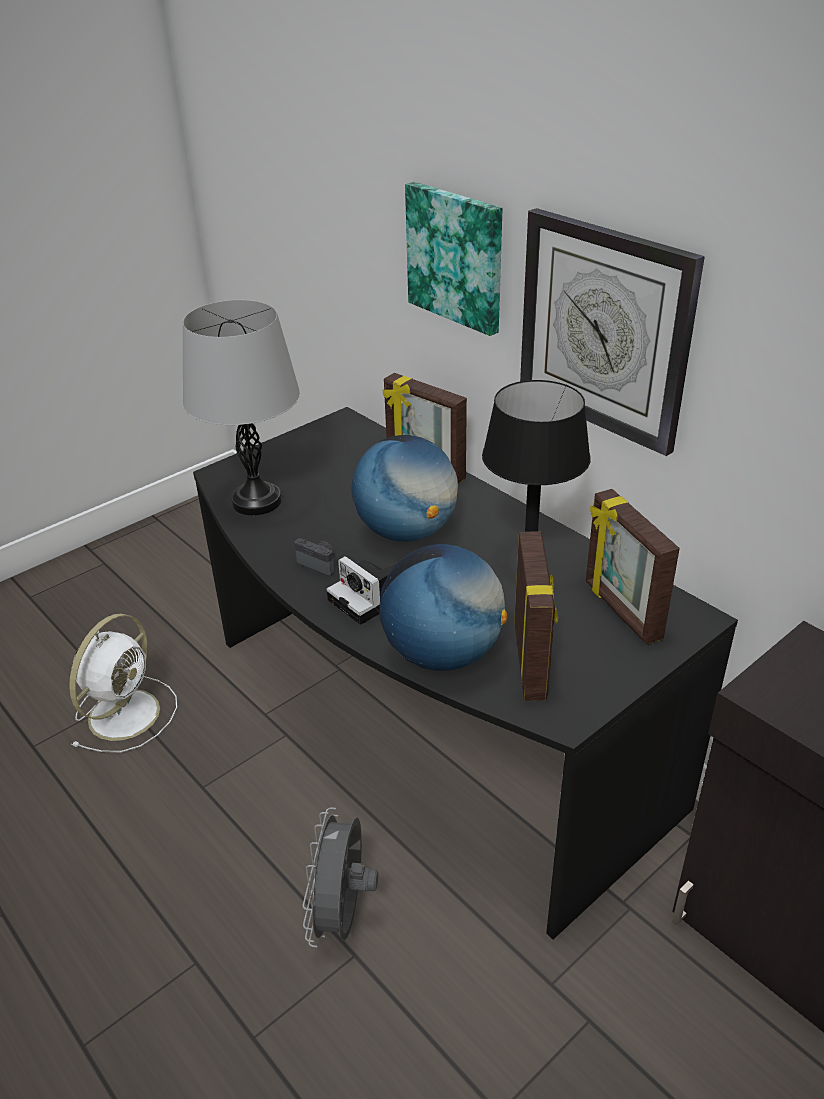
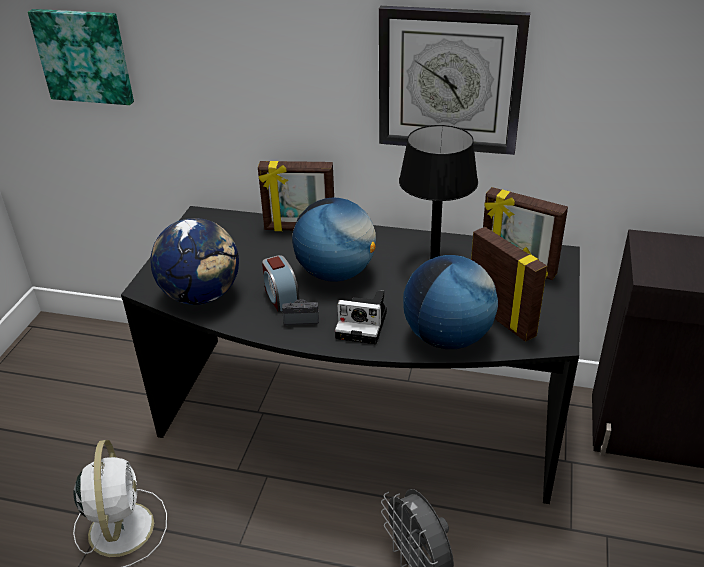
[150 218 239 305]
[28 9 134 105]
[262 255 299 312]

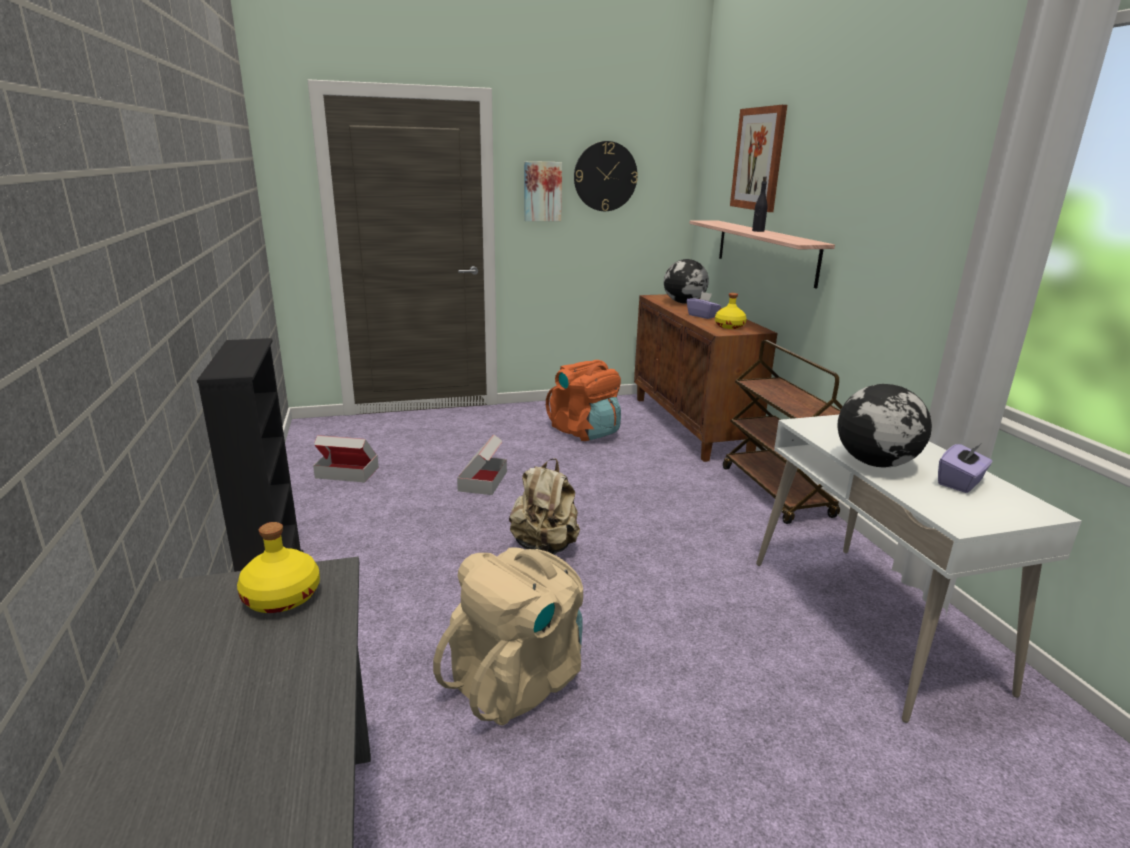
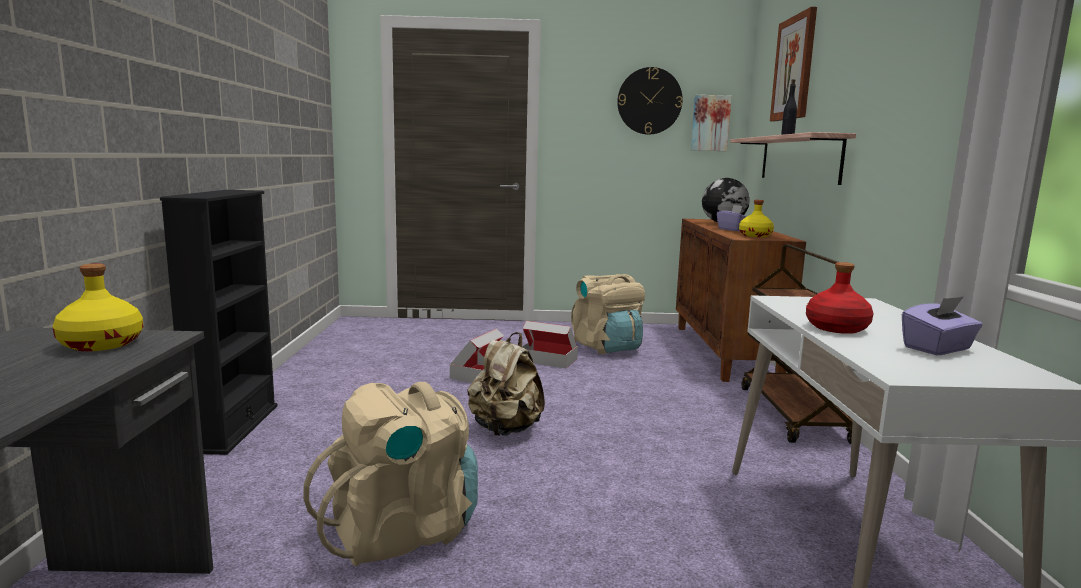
[522 321 578 368]
[691 95 732 151]
[571 274 645 354]
[806 262 874 334]

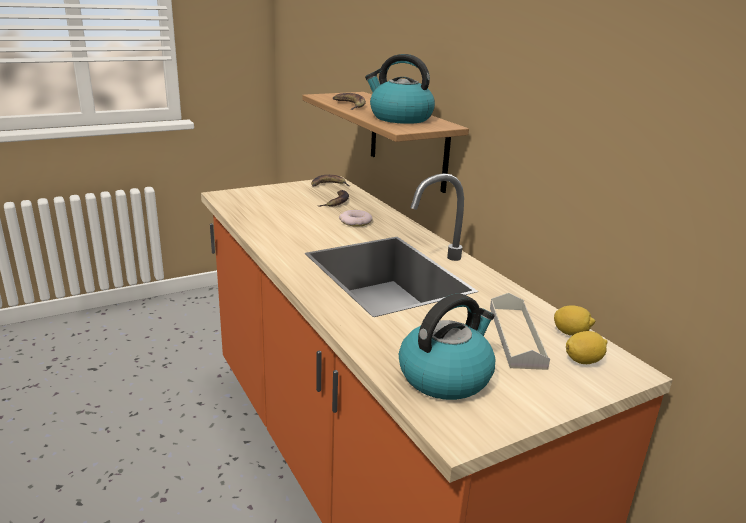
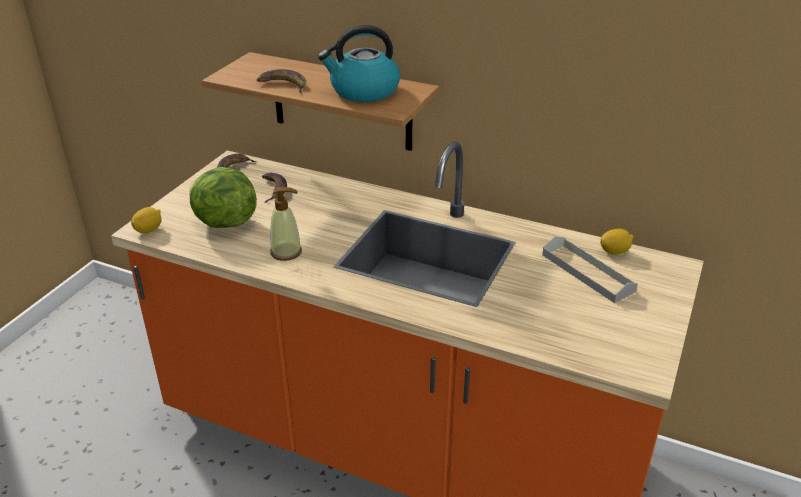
[339 210 372 227] (first image)
[399 294 495 400] (first image)
[131 207 162 233]
[189 167 257 228]
[270 187 302 261]

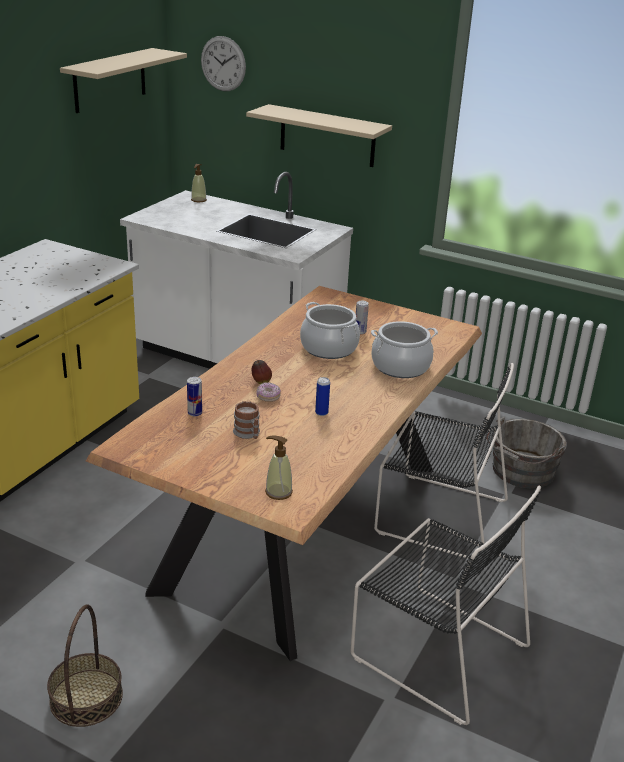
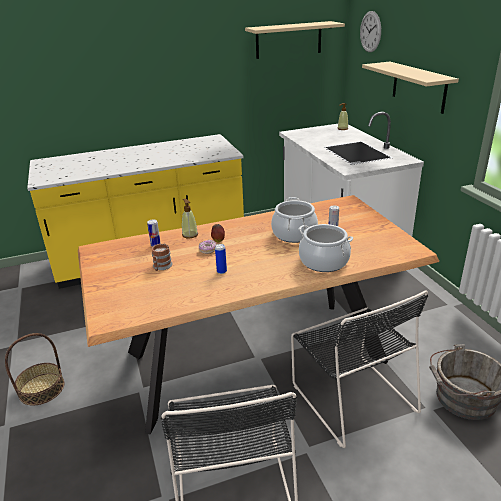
[182 199 198 238]

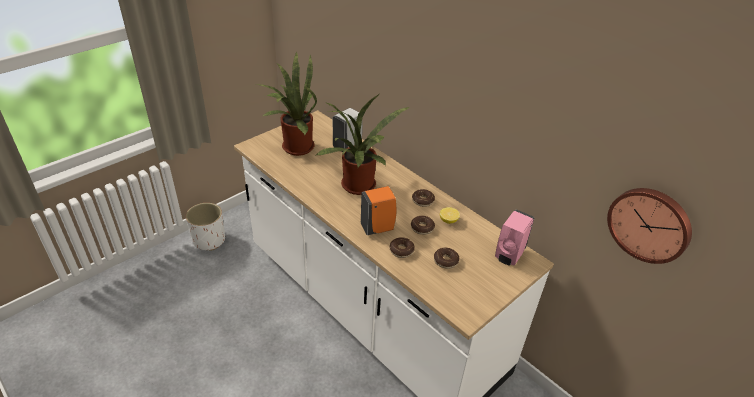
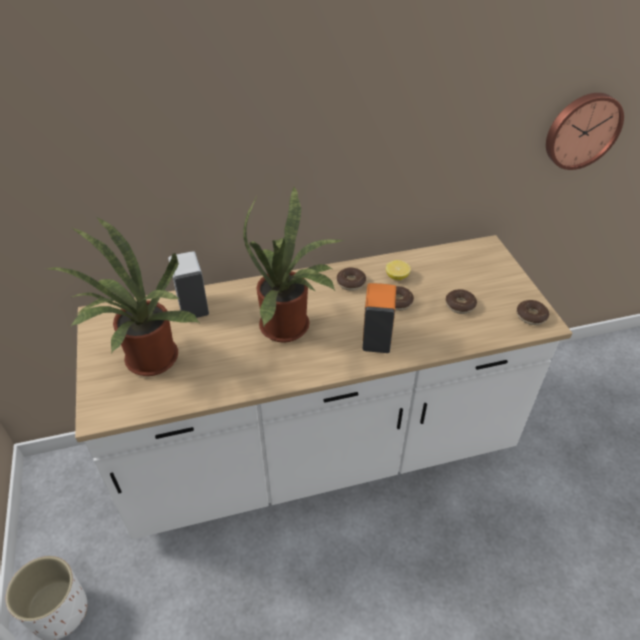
[517 300 549 325]
[495 210 535 266] (first image)

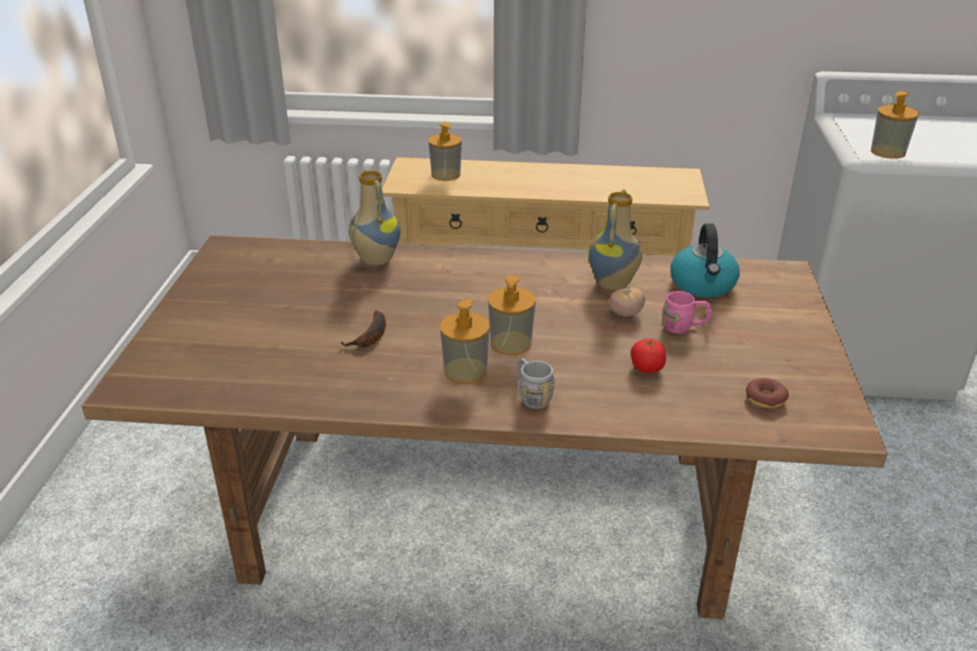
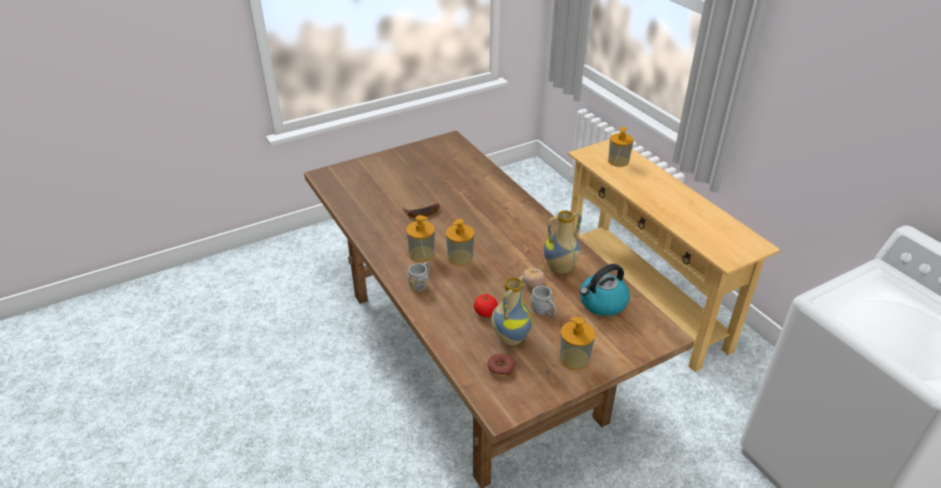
[491 275 533 346]
[530 286 556 317]
[560 317 595 370]

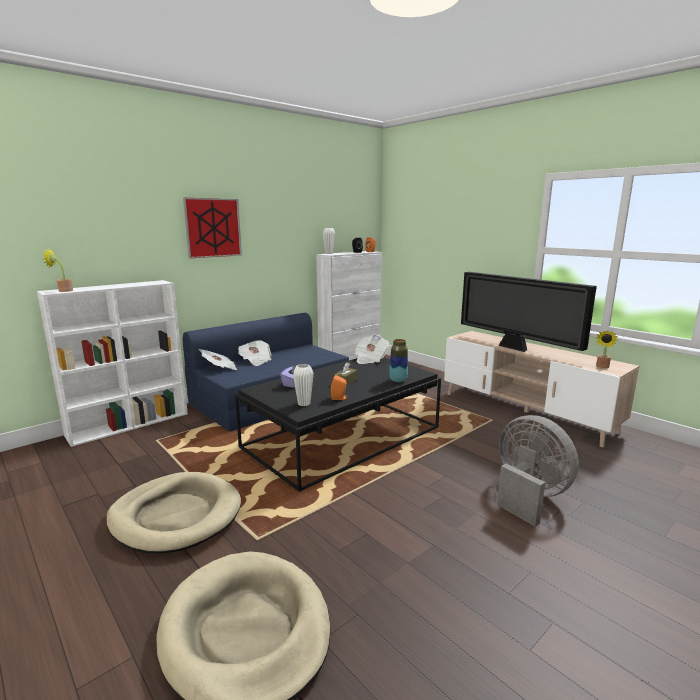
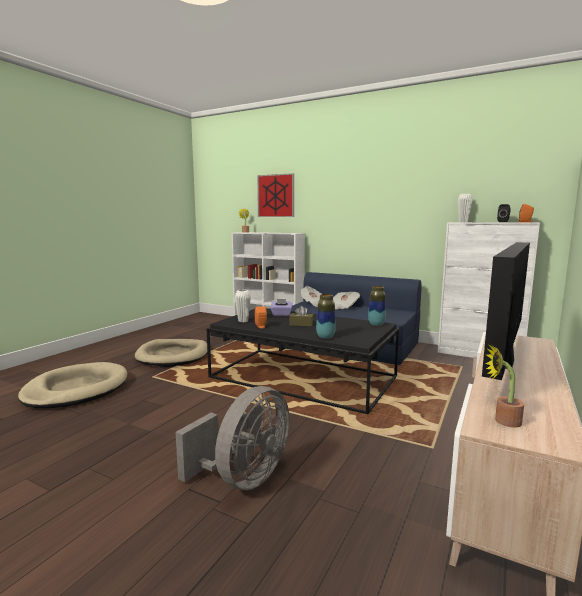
[257 173 294 217]
[368 286 386 326]

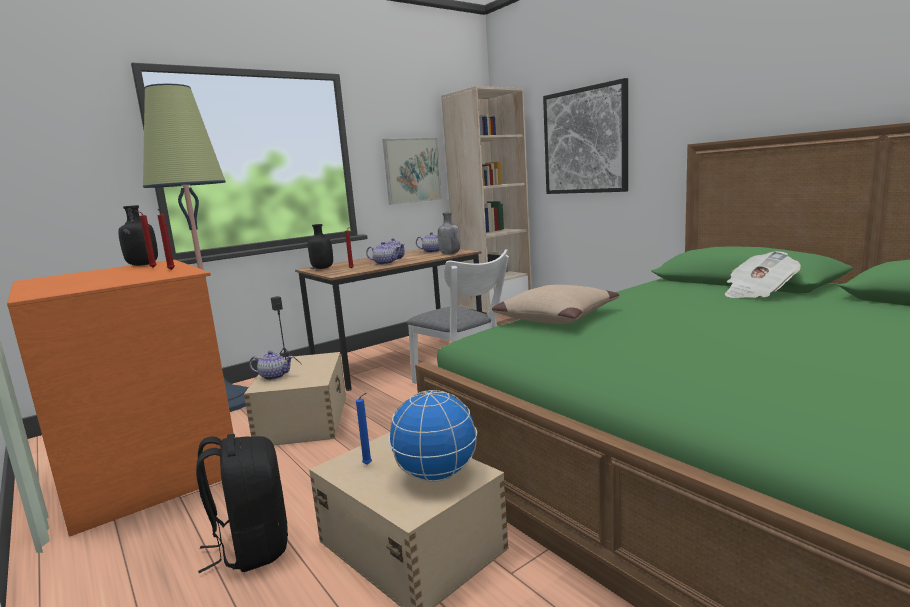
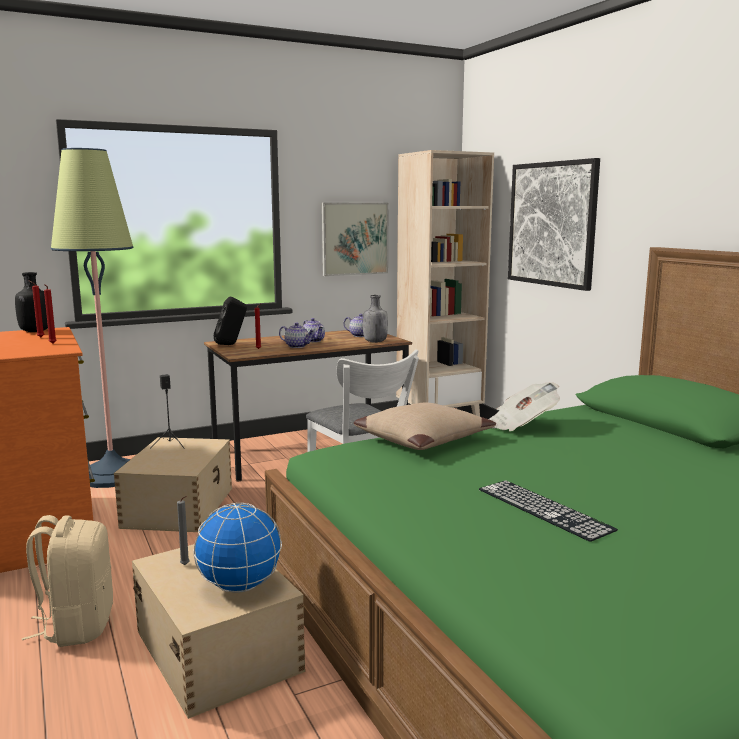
[22 515 113 647]
[249 351 293 380] (first image)
[213 297 247 345]
[177 496 190 565]
[489 382 560 431]
[479 480 618 542]

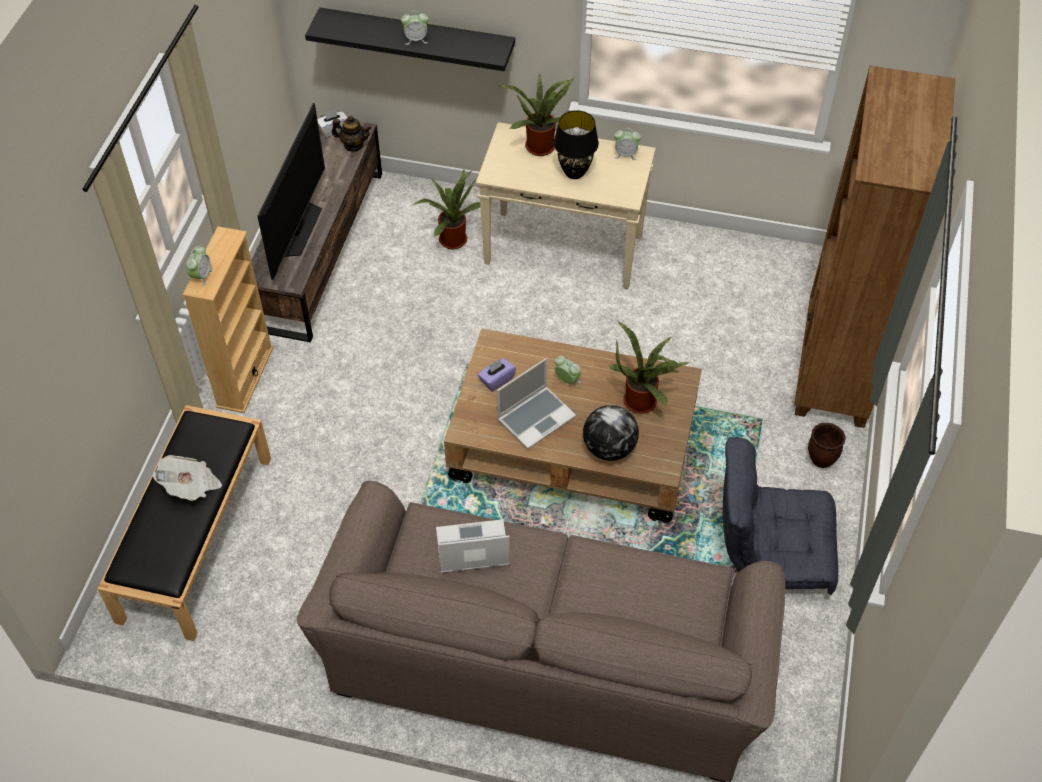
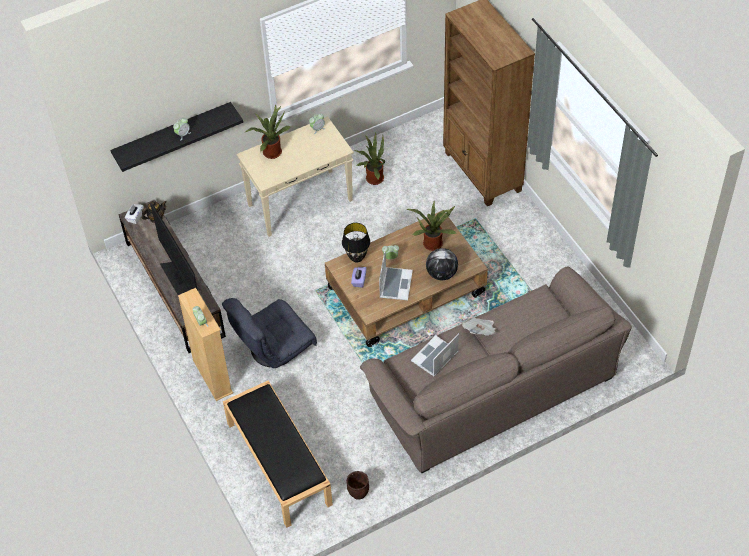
[462 317 496 336]
[353 132 385 185]
[342 223 370 262]
[222 298 317 368]
[346 471 369 500]

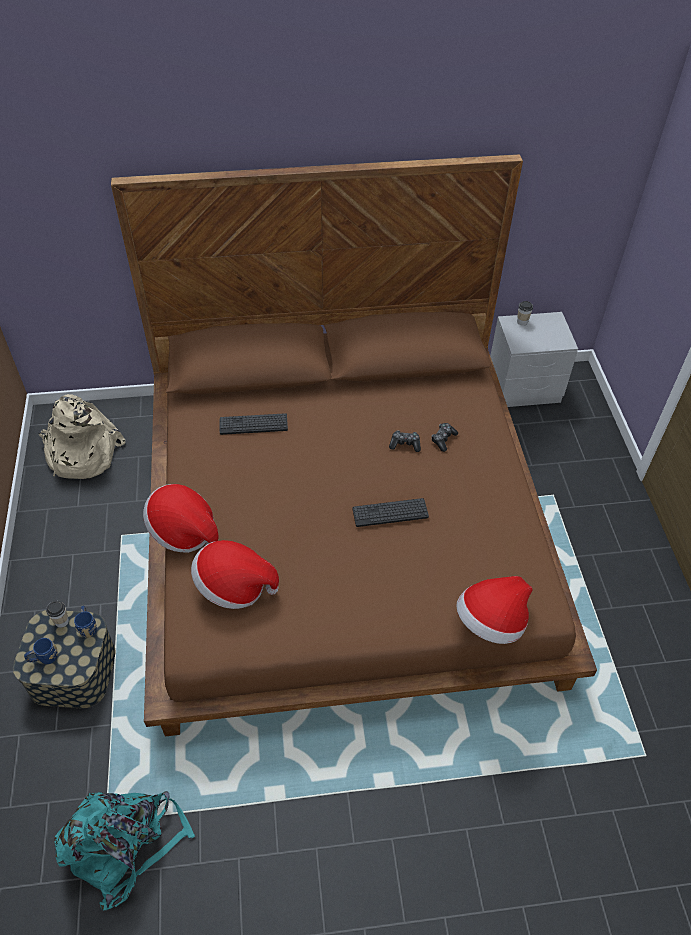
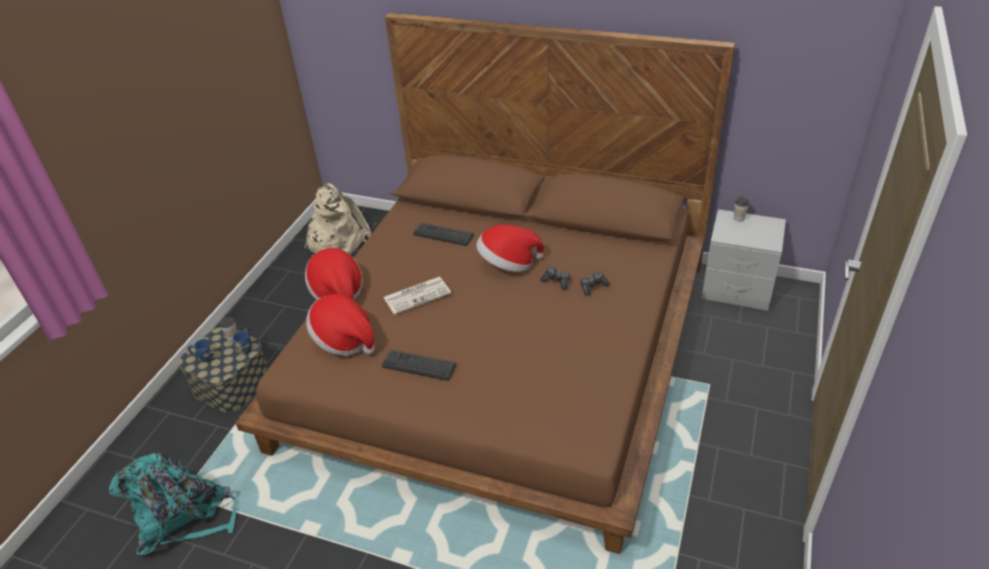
[382 350 456 381]
[476 225 544 272]
[383 277 451 315]

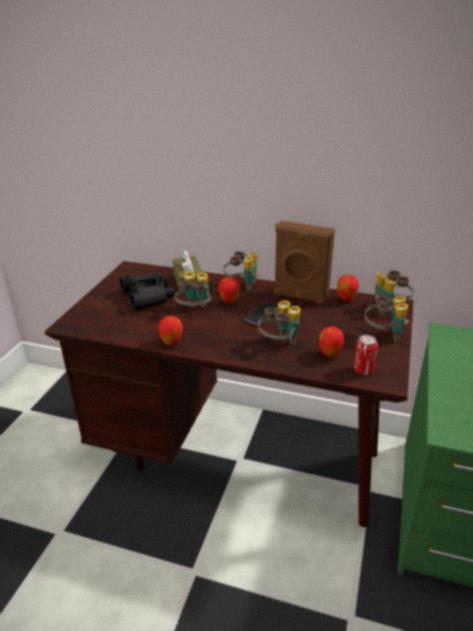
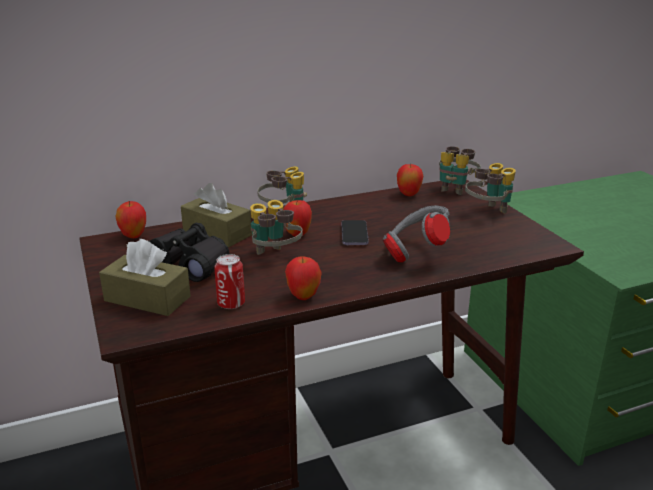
[383 205 450 263]
[274 221 335 305] (first image)
[115 201 146 238]
[214 254 245 309]
[99 239 191 316]

